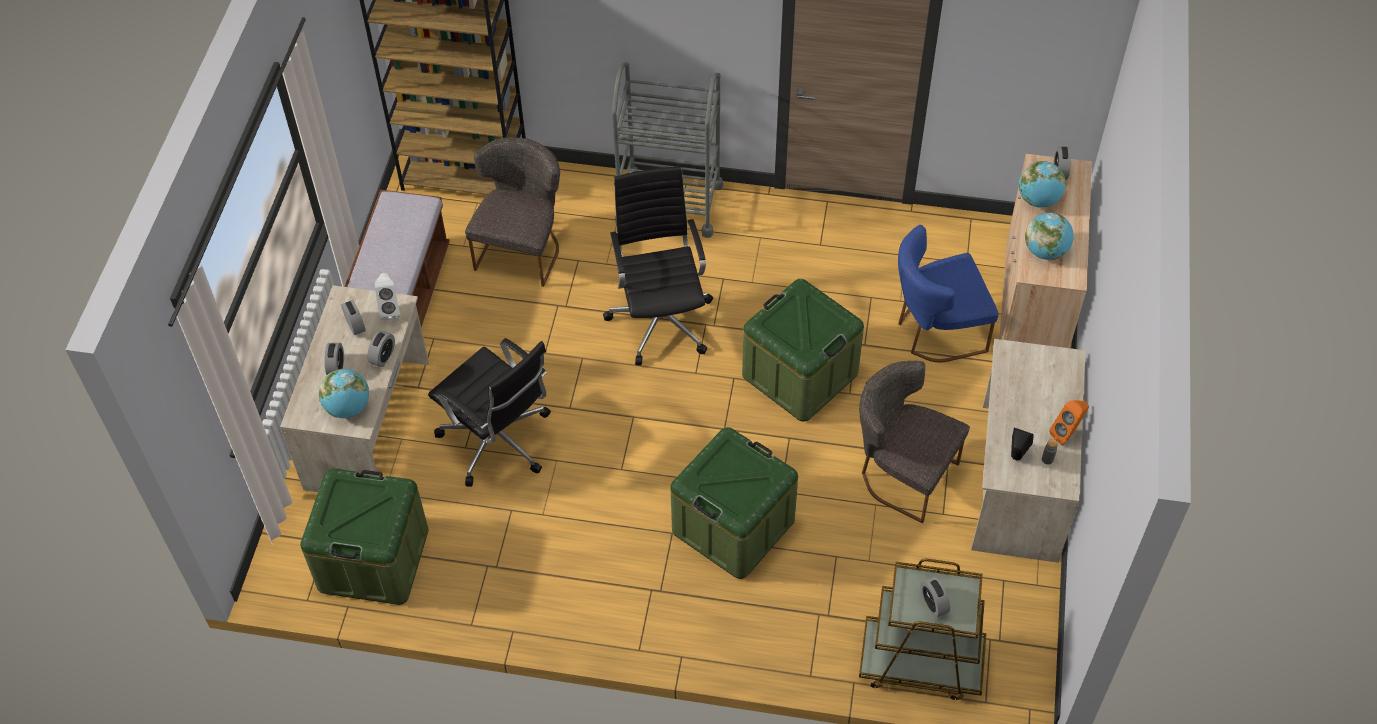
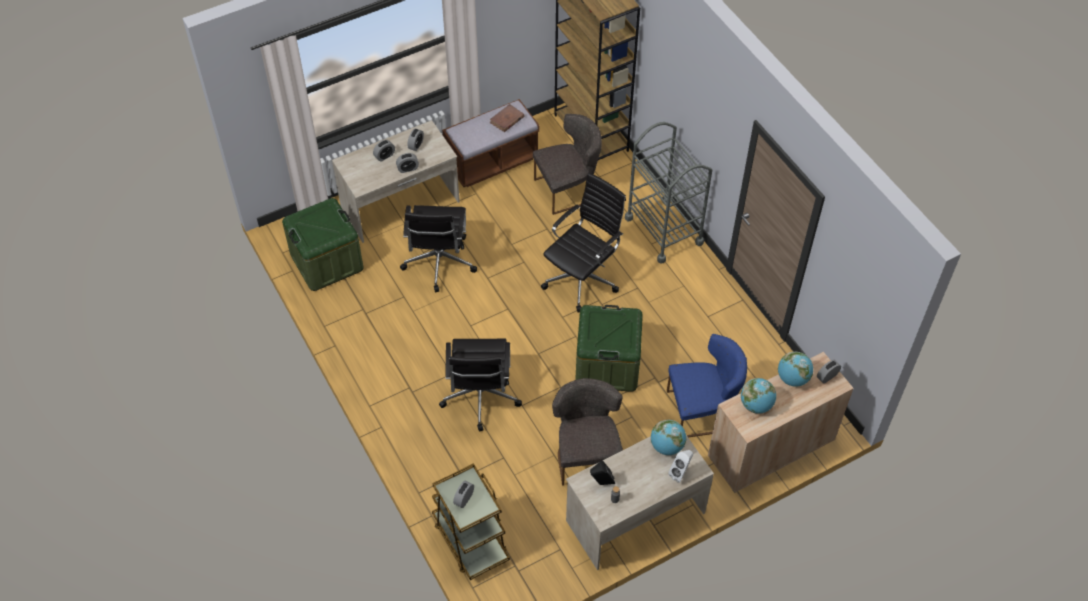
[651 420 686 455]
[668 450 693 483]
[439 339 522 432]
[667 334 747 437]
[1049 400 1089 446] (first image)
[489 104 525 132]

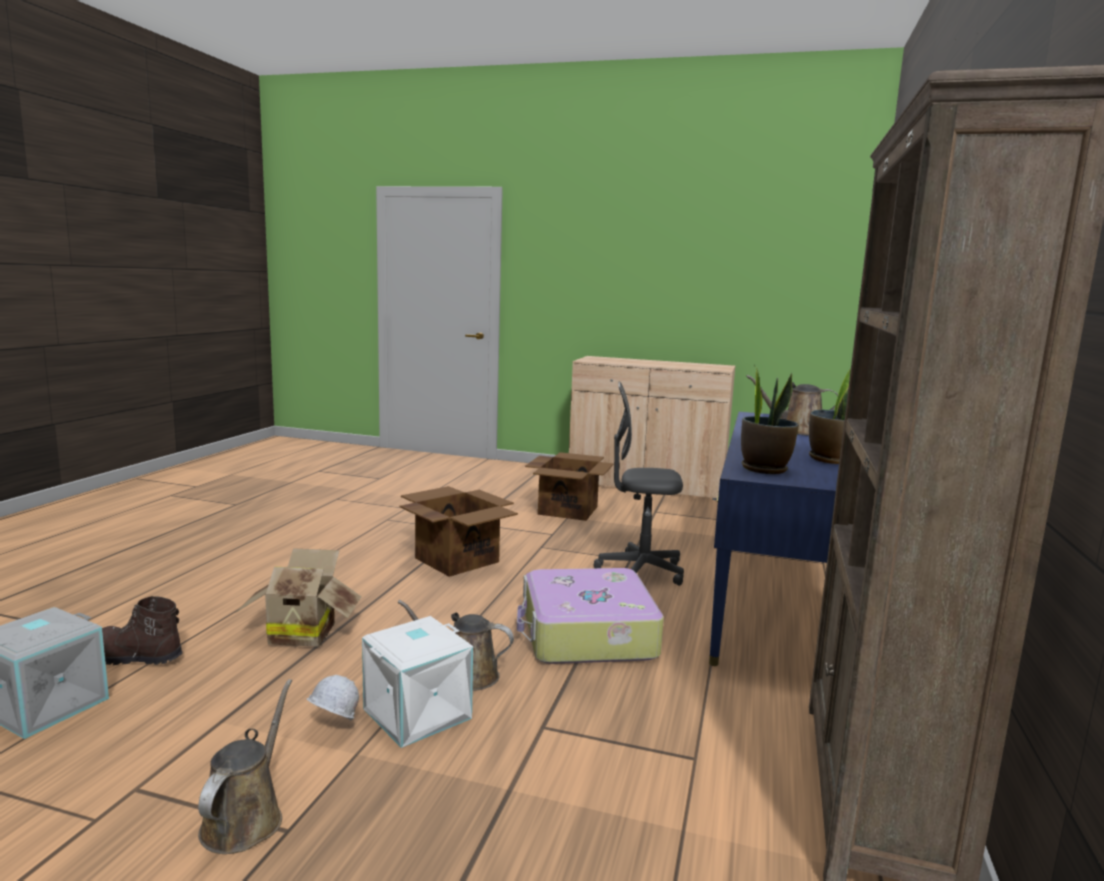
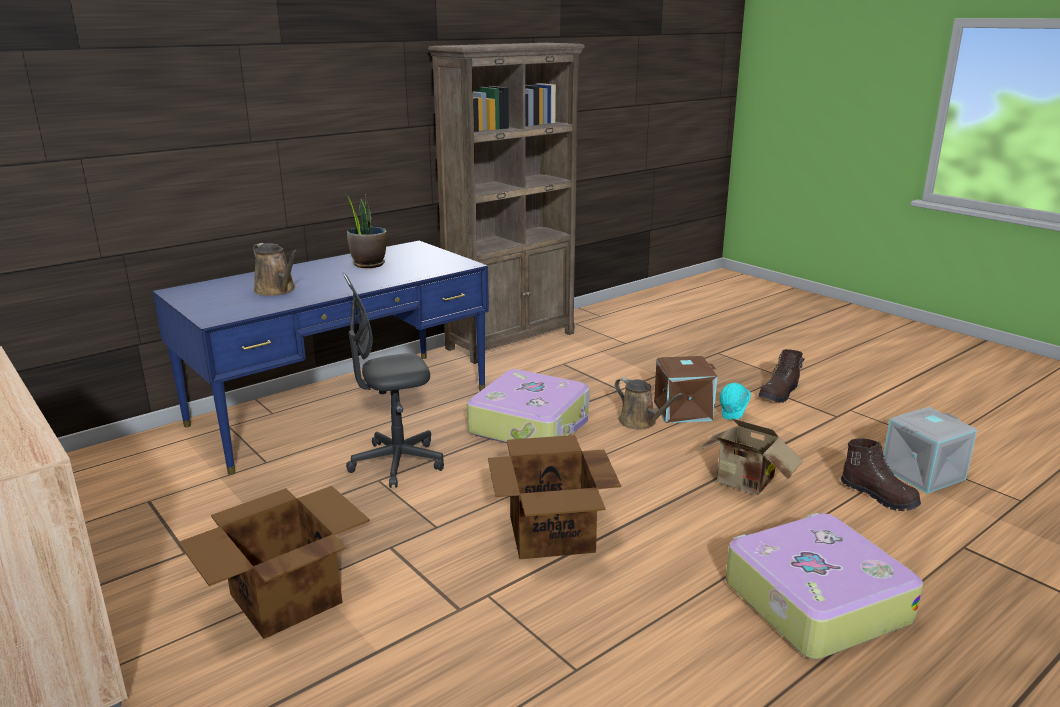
[758 349 805 403]
[720 383 751 420]
[654 356 718 423]
[343 273 444 488]
[741 365 799 474] (first image)
[726 513 923 659]

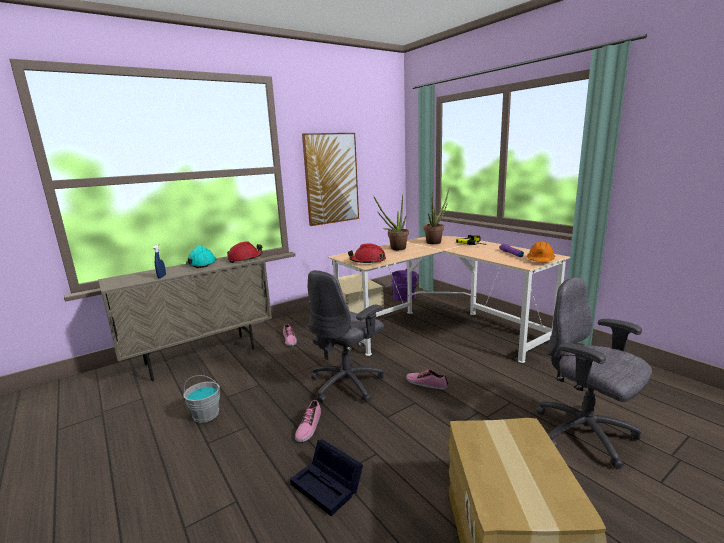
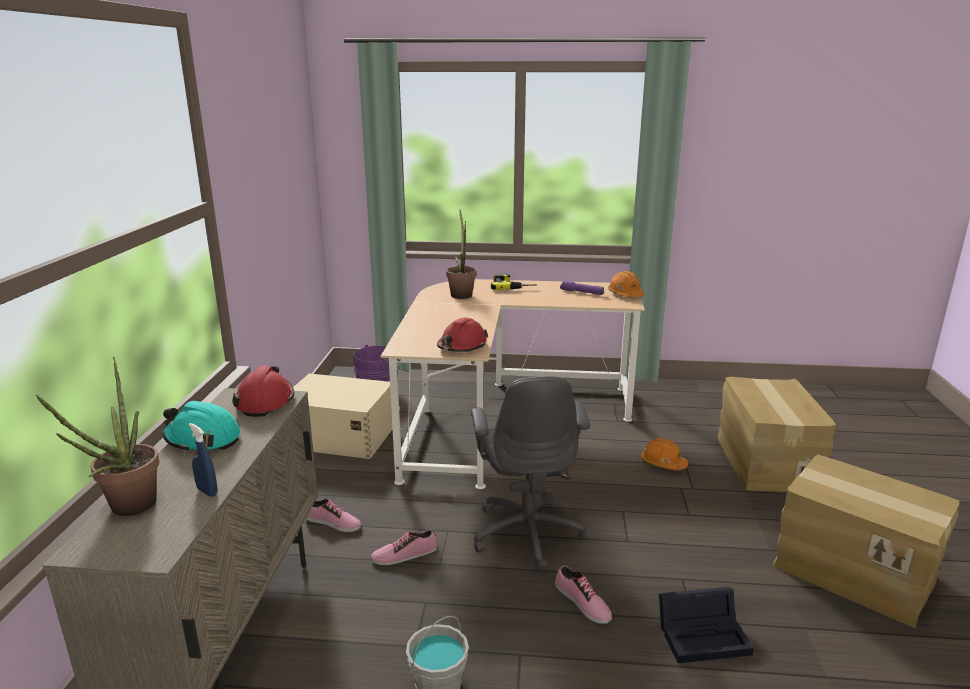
[302 133 359 226] (first image)
[36 357 159 516]
[371 530 438 565]
[717 377 836 492]
[641 438 688 470]

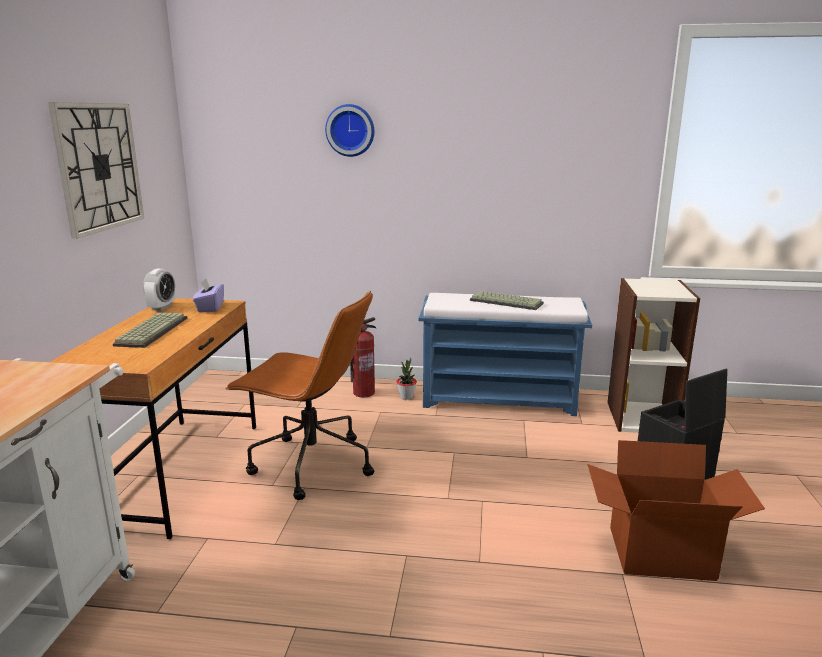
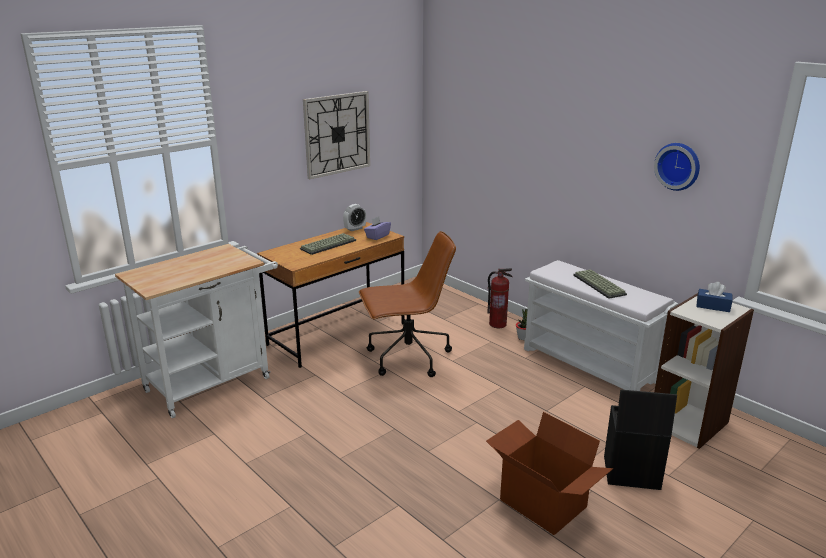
[359 231 456 377]
[654 143 700 191]
[524 260 678 391]
[696 282 733 312]

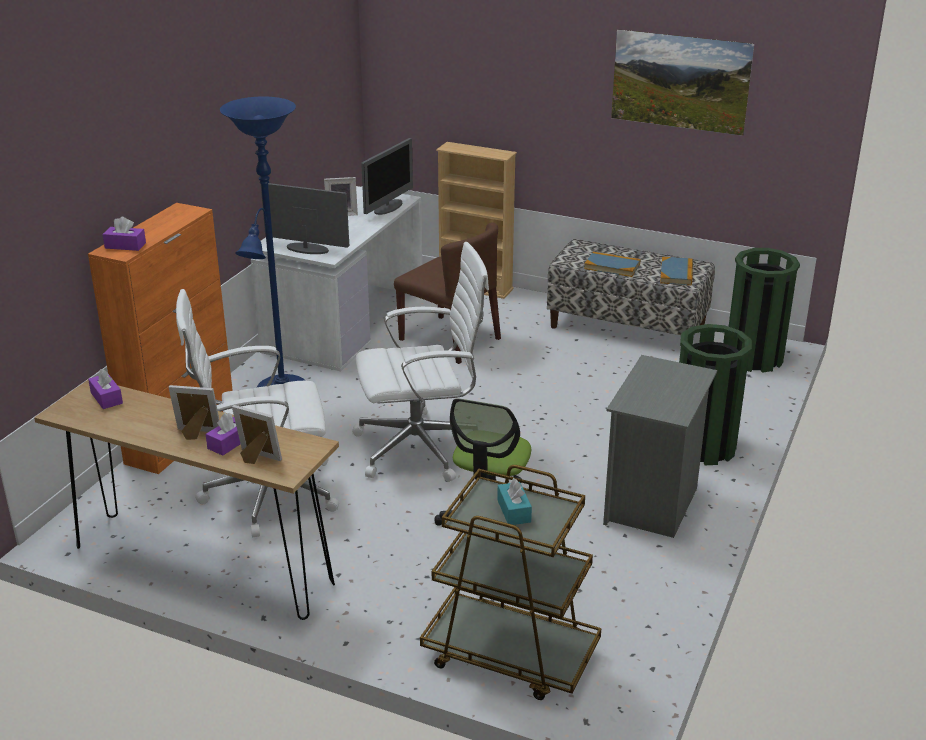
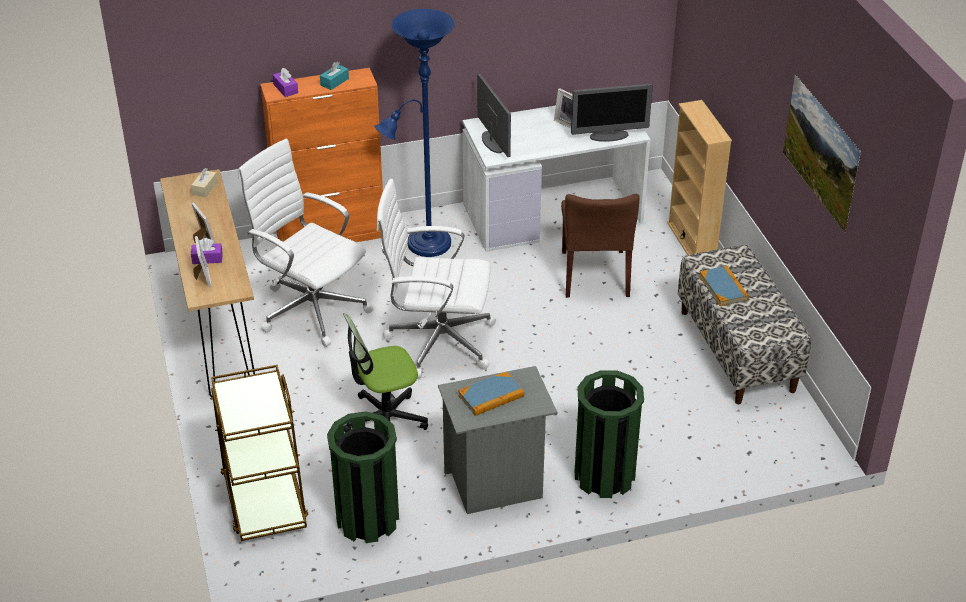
[191 168 217 197]
[376 179 496 378]
[320 62 349 90]
[458 371 524 416]
[327 411 399 543]

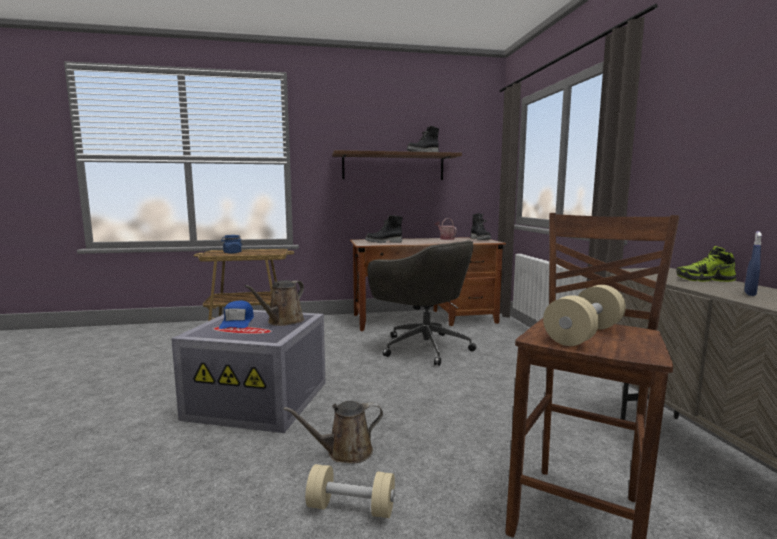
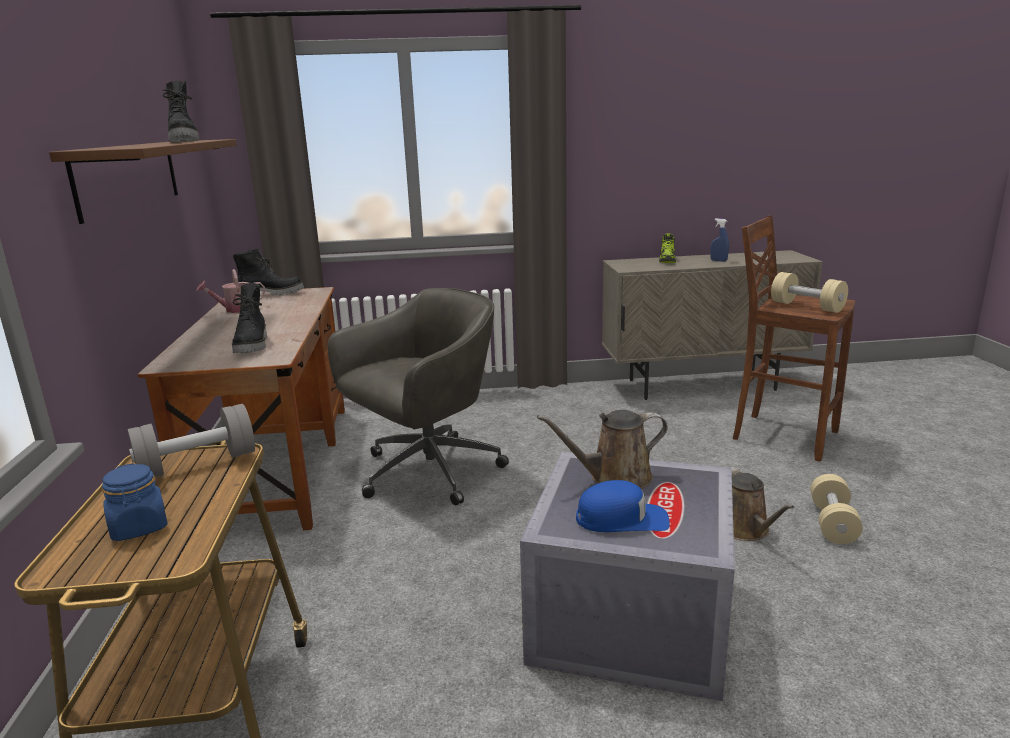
[537 410 668 489]
[128 404 255 477]

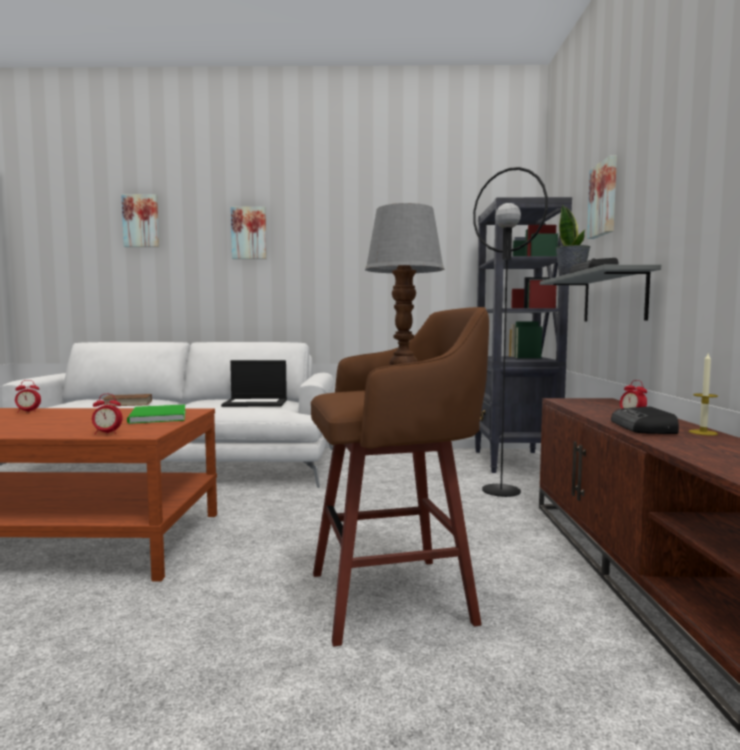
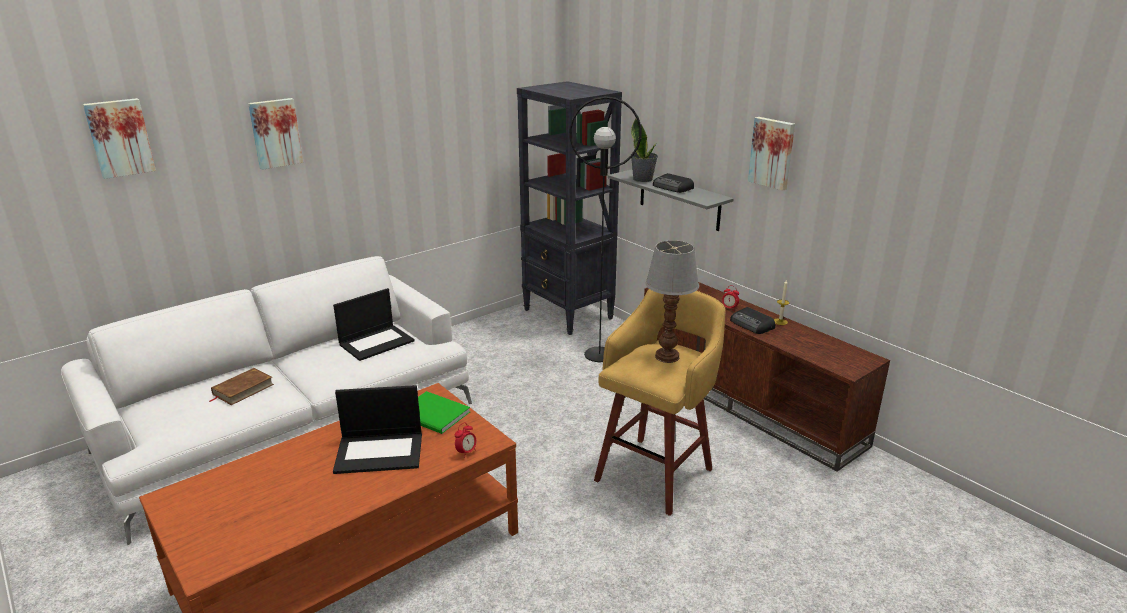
[15 380 41 412] (first image)
[594 289 725 516]
[748 117 795 191]
[333 385 422 474]

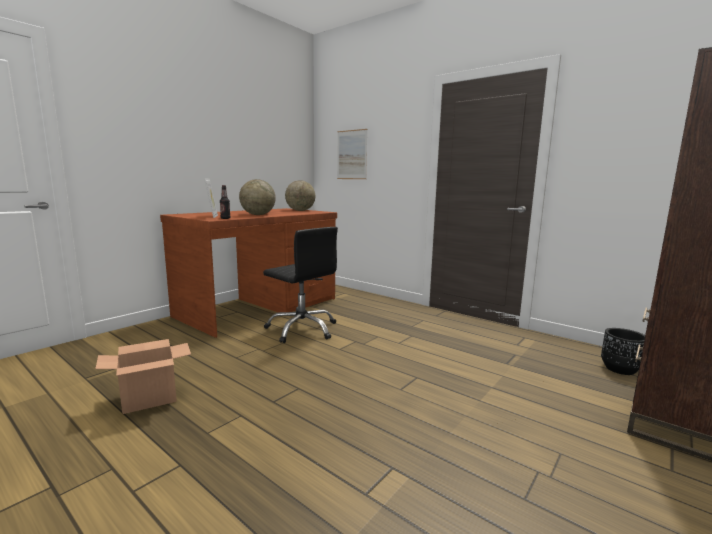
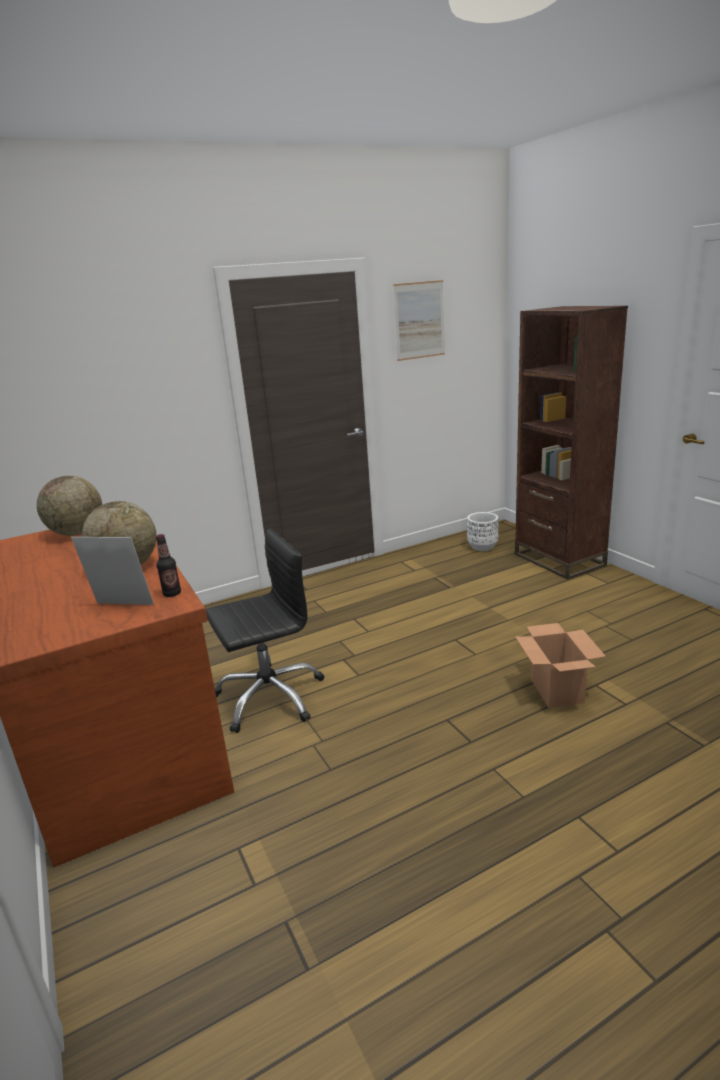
[515 623 606 708]
[394 280 445 361]
[467 512 498 551]

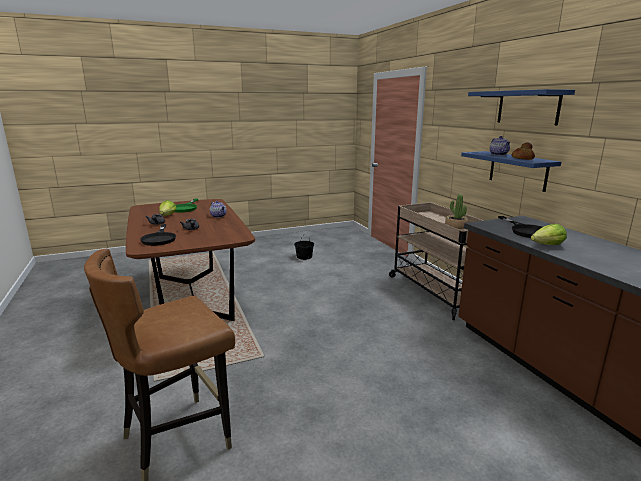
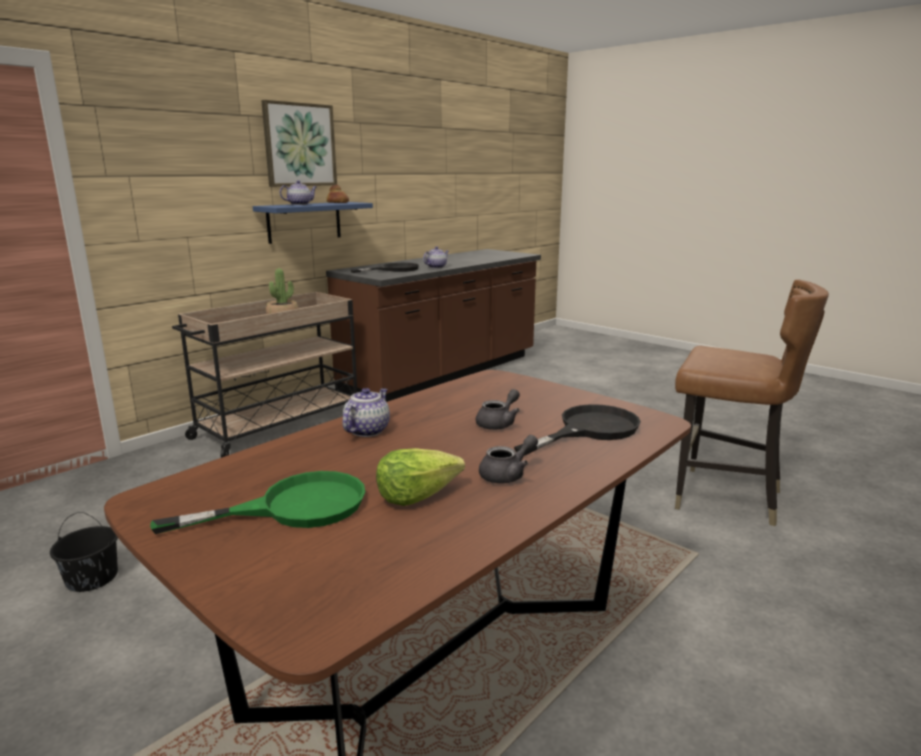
[261 100 337 187]
[423 247 449 268]

